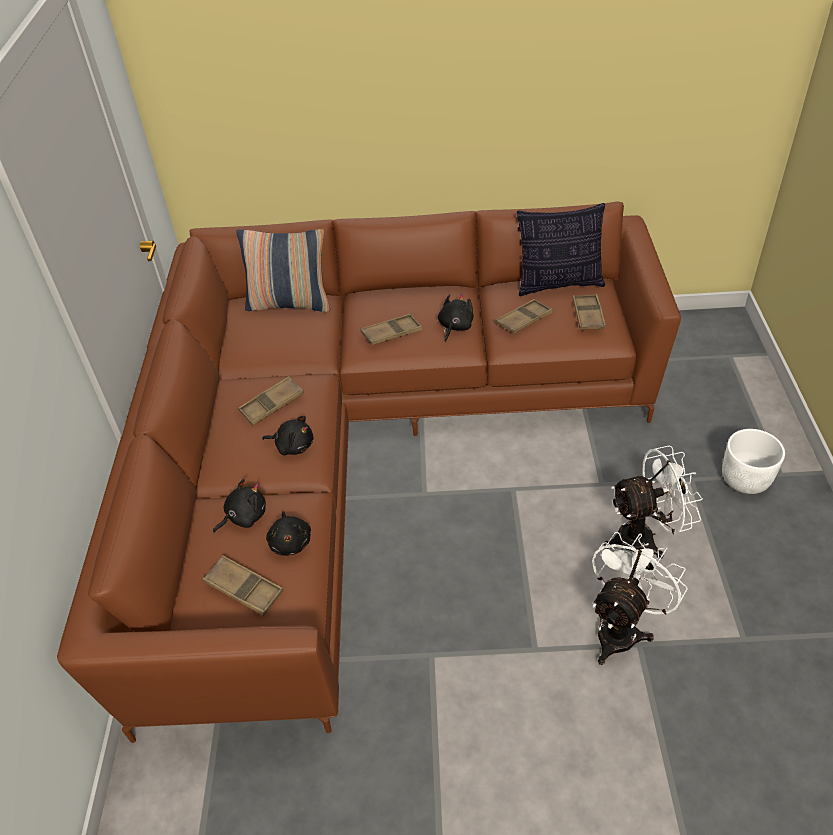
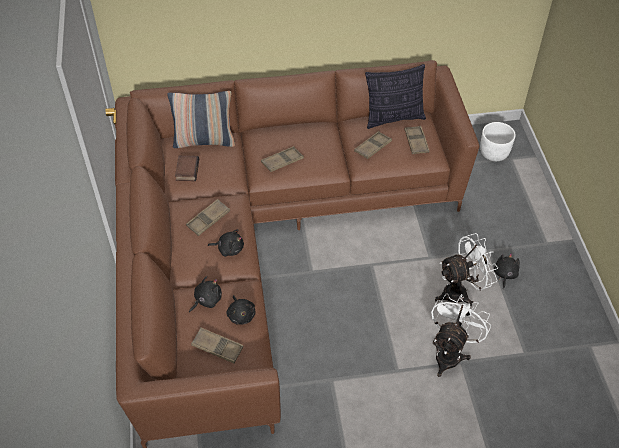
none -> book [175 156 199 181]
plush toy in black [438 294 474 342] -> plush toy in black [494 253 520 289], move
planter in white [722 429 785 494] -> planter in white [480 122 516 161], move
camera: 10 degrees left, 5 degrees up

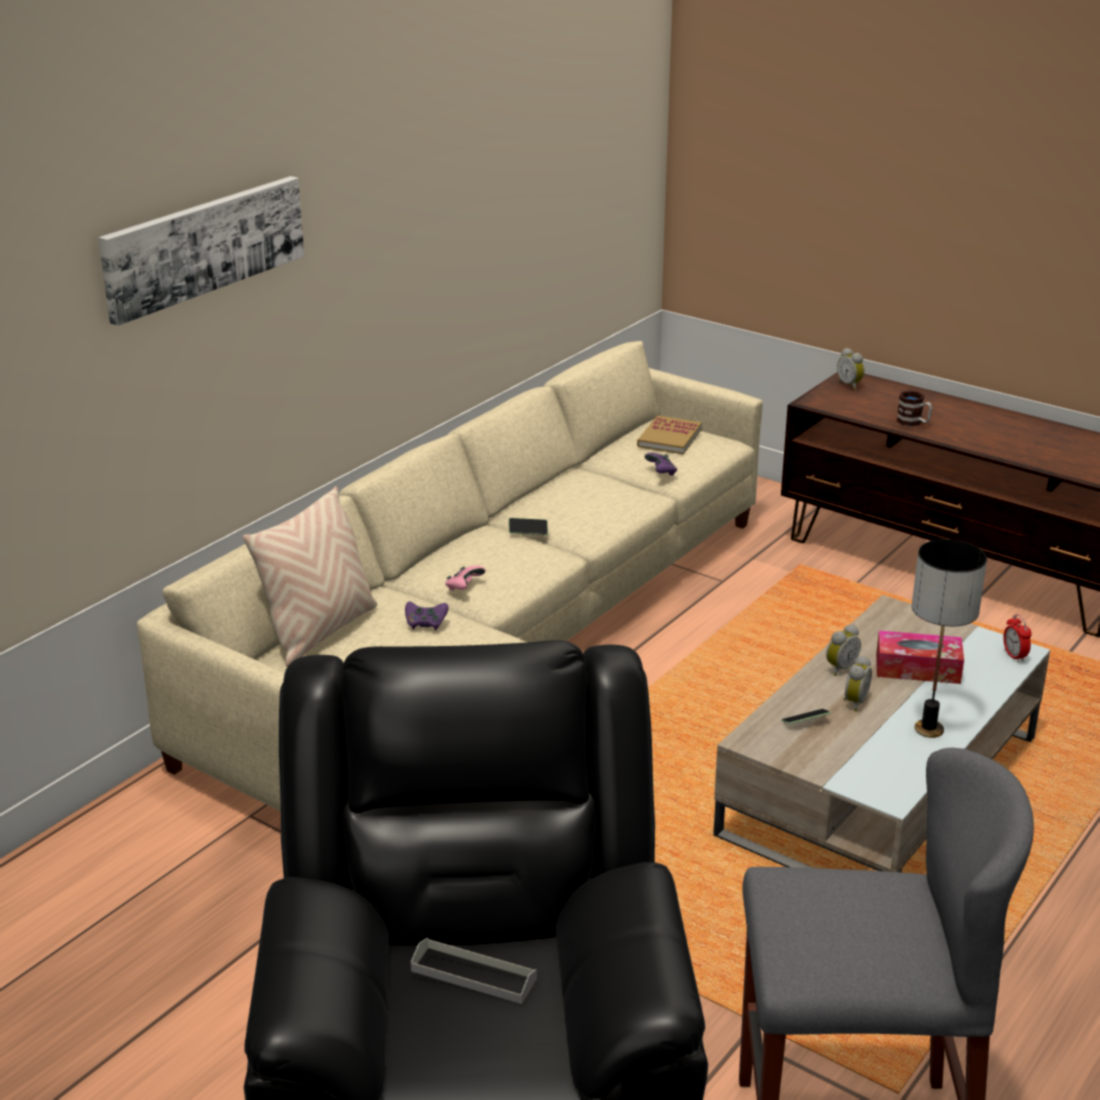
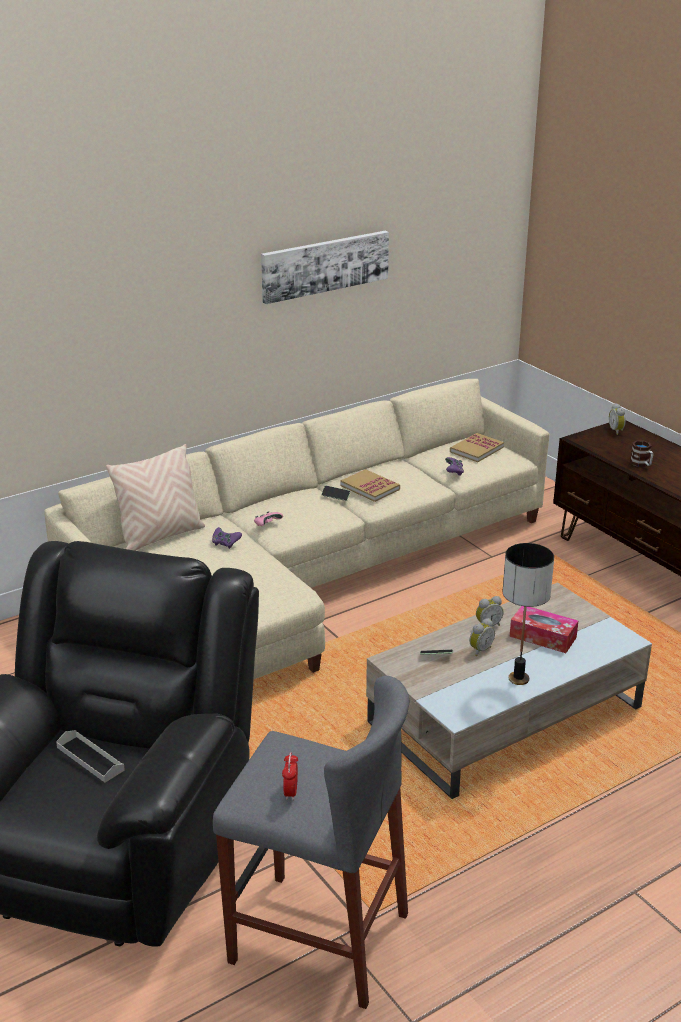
none -> book [341 469 400 502]
picture [98 176 304 326] -> picture [261 231 389 304], move
alarm clock [1003 614 1032 663] -> alarm clock [282 752 298 800], move
camera: 20 degrees right, 0 degrees up

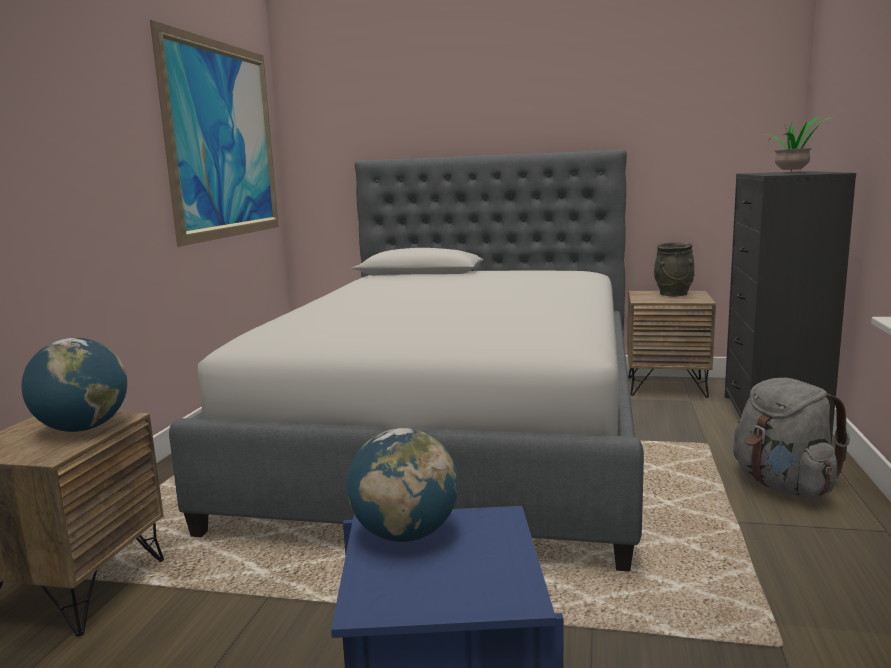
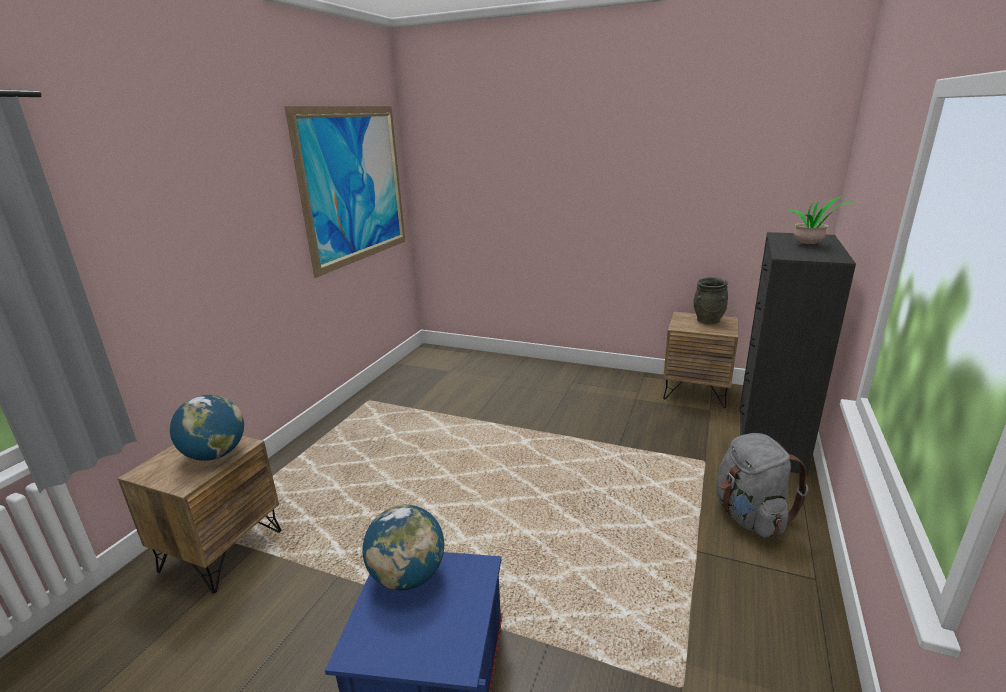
bed [169 149 644 572] -> none
camera: 10 degrees right, 10 degrees up

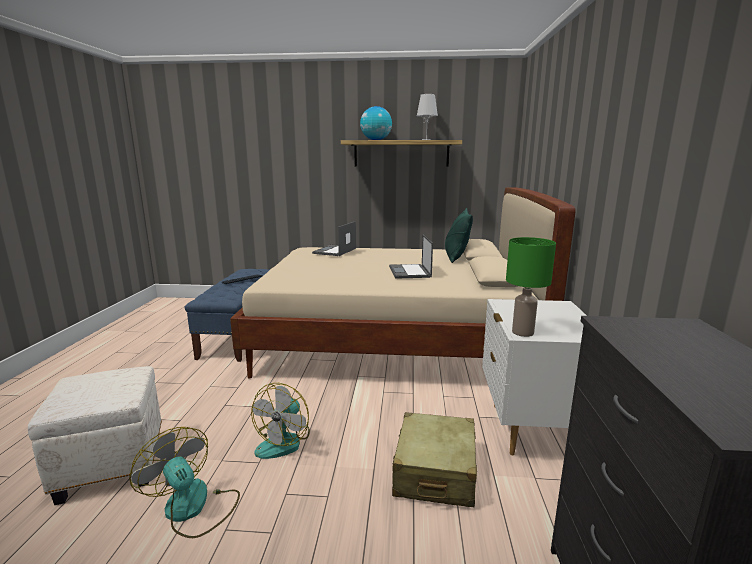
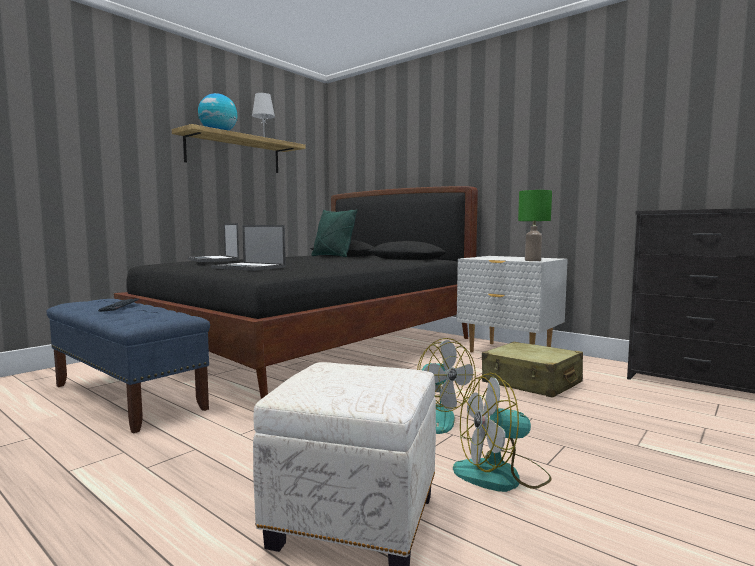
laptop [389 235 433 279] -> laptop [211 225 286 271], move
bed in beige [230 188 575 378] -> bed in black [114 186 478 399]
camera: 55 degrees left, 10 degrees down

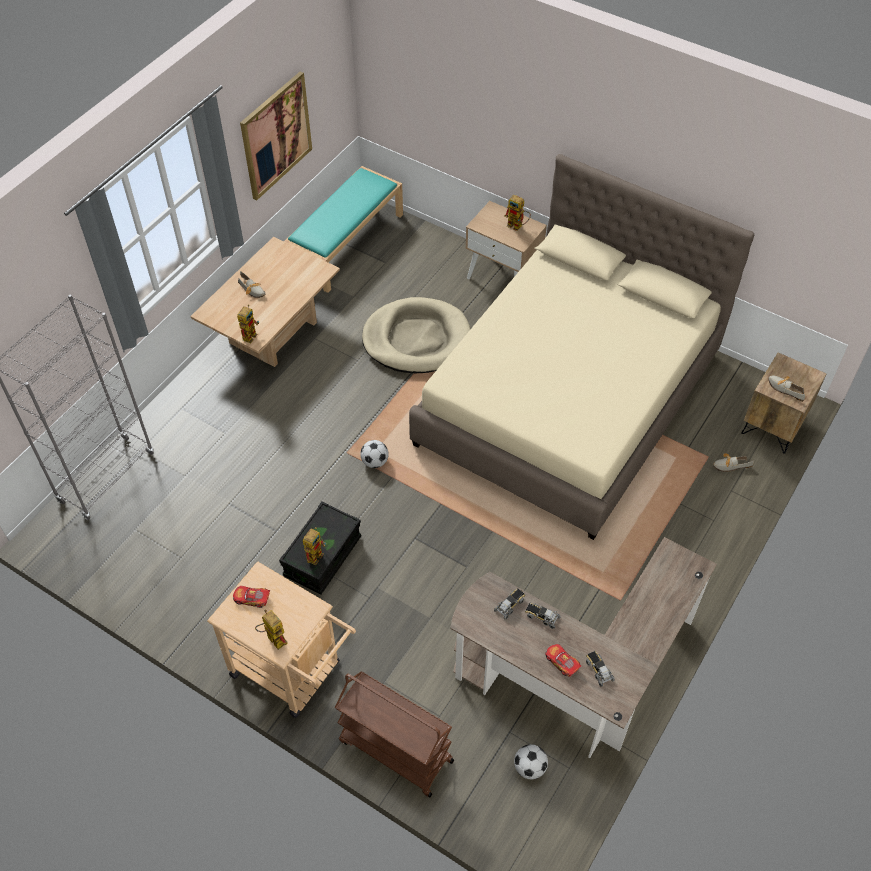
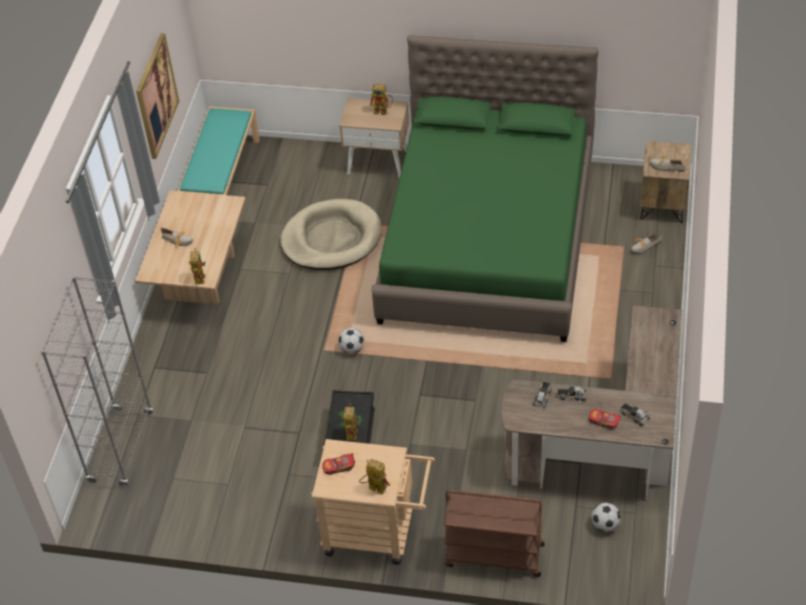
bed in beige [409 154 754 540] -> bed in green [372 35 598 342]
camera: 20 degrees left, 5 degrees down

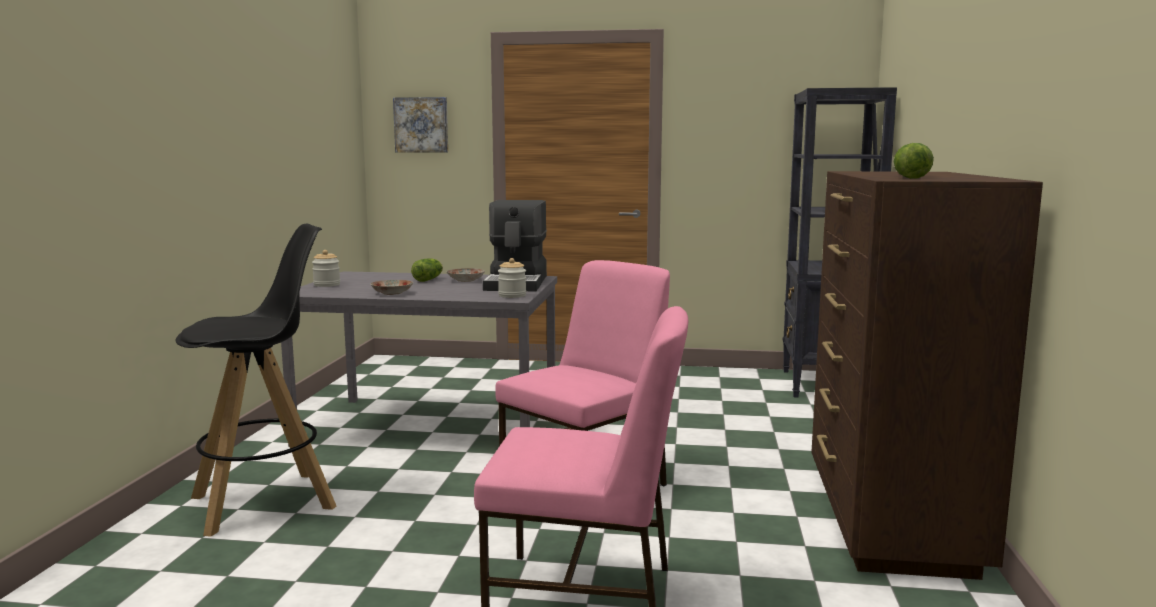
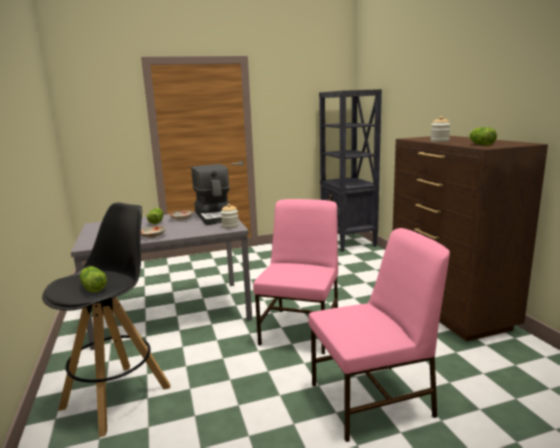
picture [393 97 448 153] -> none
none -> lettuce [80 266 107 293]
jar [312 250 340 287] -> jar [430 116 451 142], move
camera: 25 degrees left, 5 degrees up

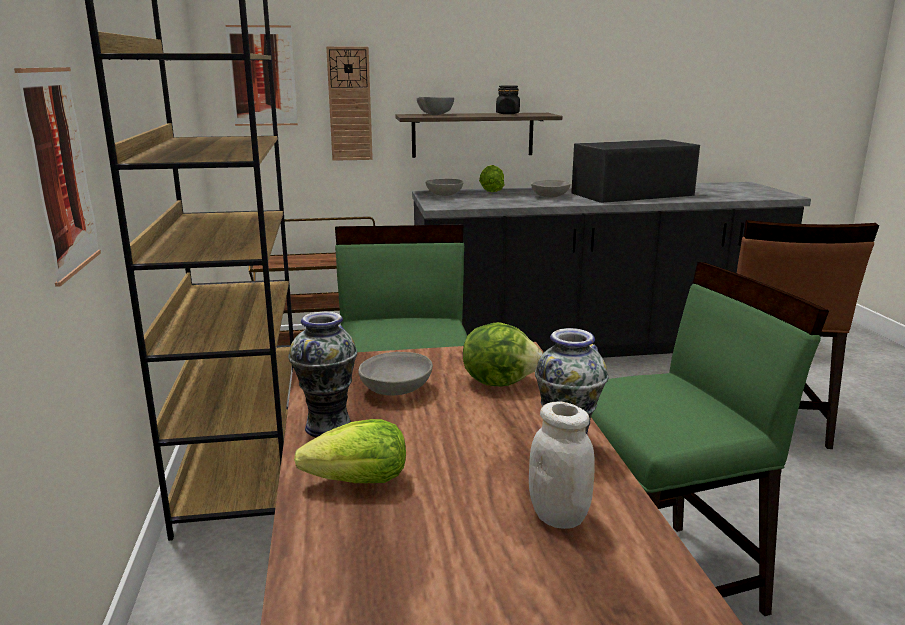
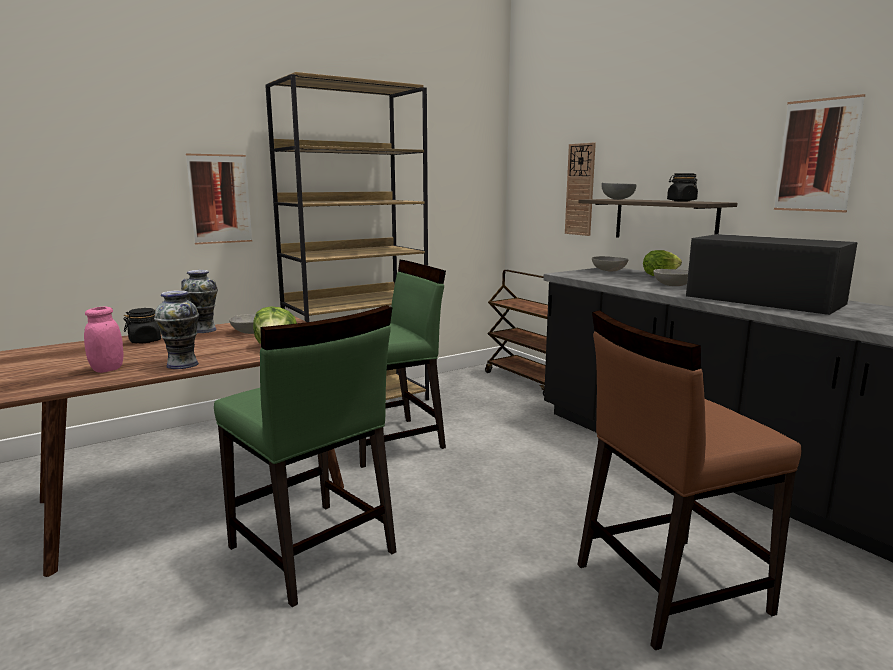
picture [226 25 298 126] -> picture [774 94 865 212], move
lettuce [294 419 406 483] -> jar in black [124 308 161 343]
jar in white [529 401 594 529] -> jar in pink [84 307 124 373]
camera: 65 degrees right, 5 degrees down

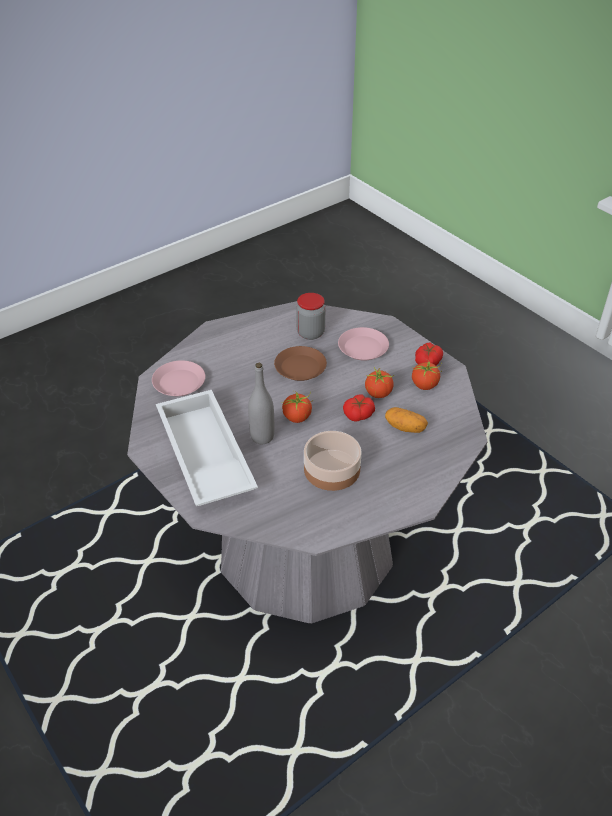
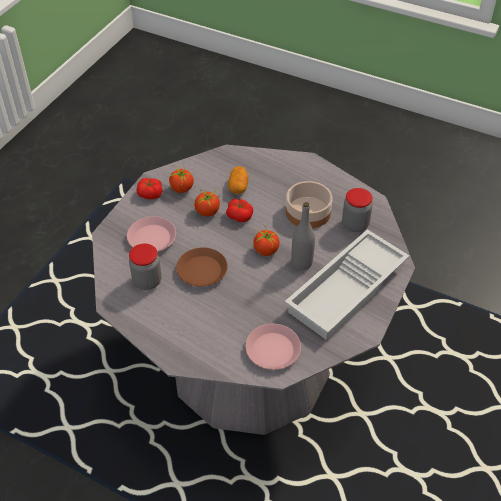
none -> jar [342 188 373 232]
camera: 115 degrees left, 5 degrees up

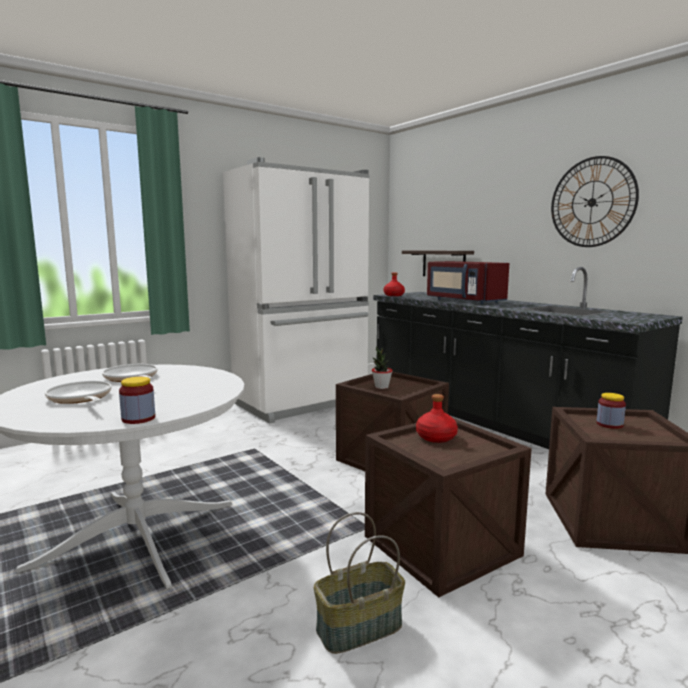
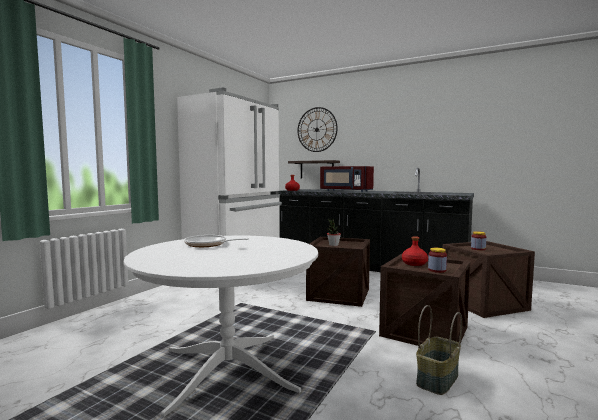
frying pan [45 381 112 404] -> none
jar [119 377 155 424] -> jar [428 248 447 273], move
wall clock [551 156 639 247] -> wall clock [298 107 338 152], move
camera: 25 degrees left, 5 degrees down

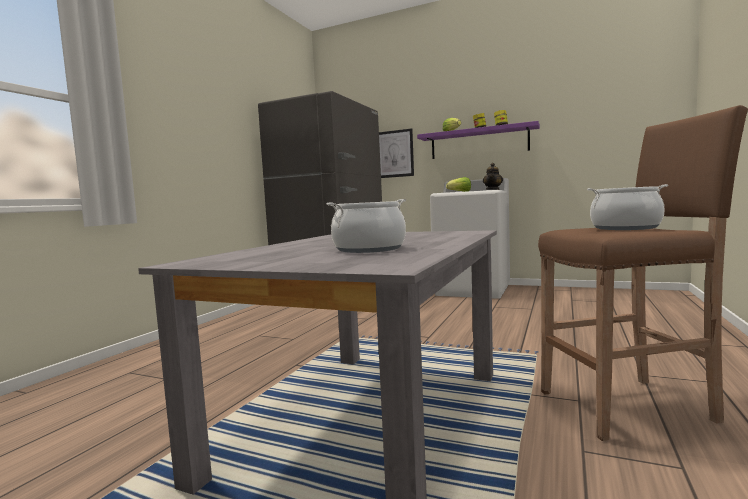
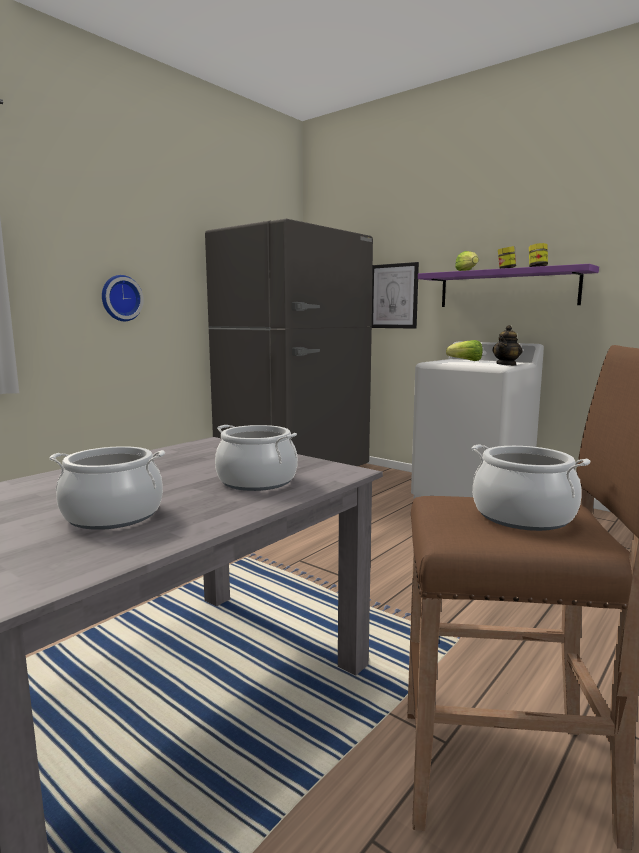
none -> wall clock [102 275 144 321]
none -> cooking pot [215 425 298 491]
camera: 15 degrees right, 5 degrees up

